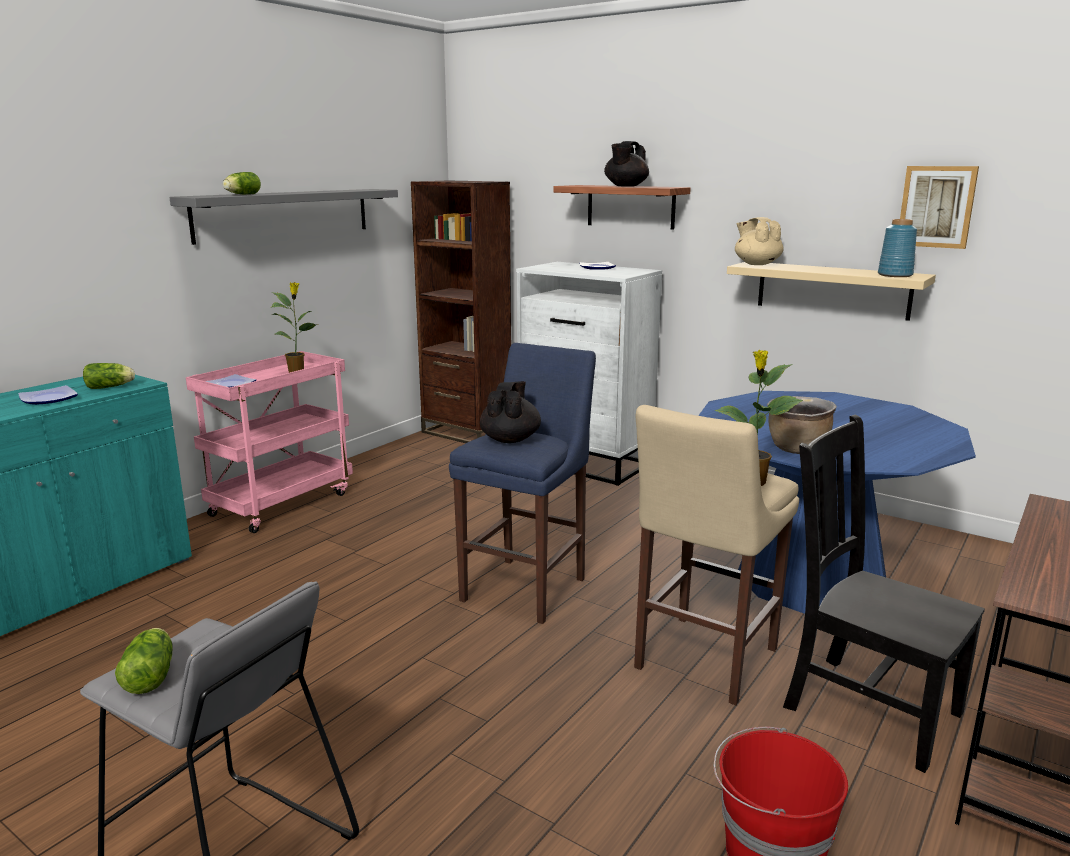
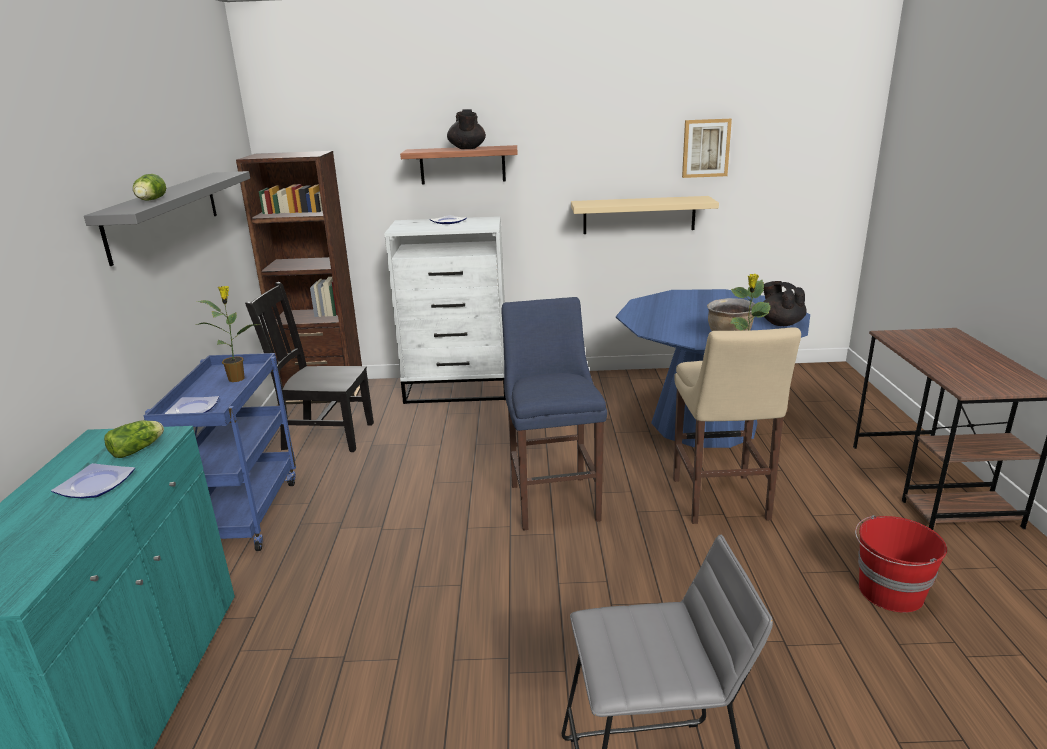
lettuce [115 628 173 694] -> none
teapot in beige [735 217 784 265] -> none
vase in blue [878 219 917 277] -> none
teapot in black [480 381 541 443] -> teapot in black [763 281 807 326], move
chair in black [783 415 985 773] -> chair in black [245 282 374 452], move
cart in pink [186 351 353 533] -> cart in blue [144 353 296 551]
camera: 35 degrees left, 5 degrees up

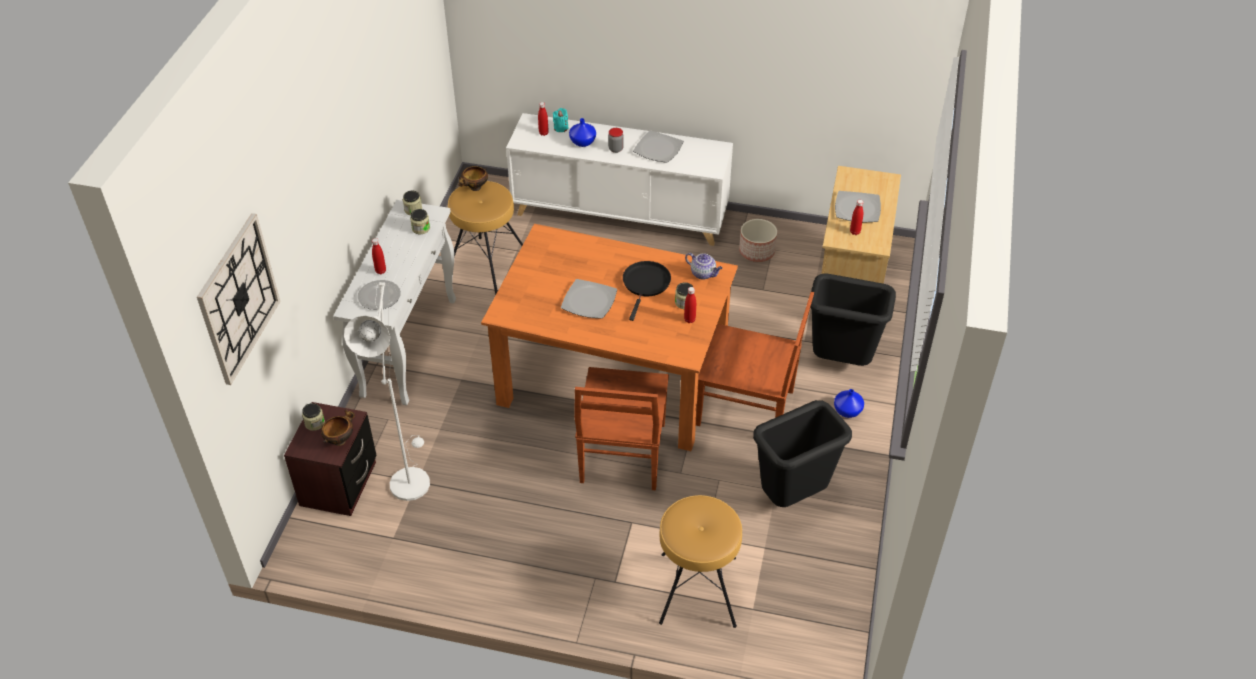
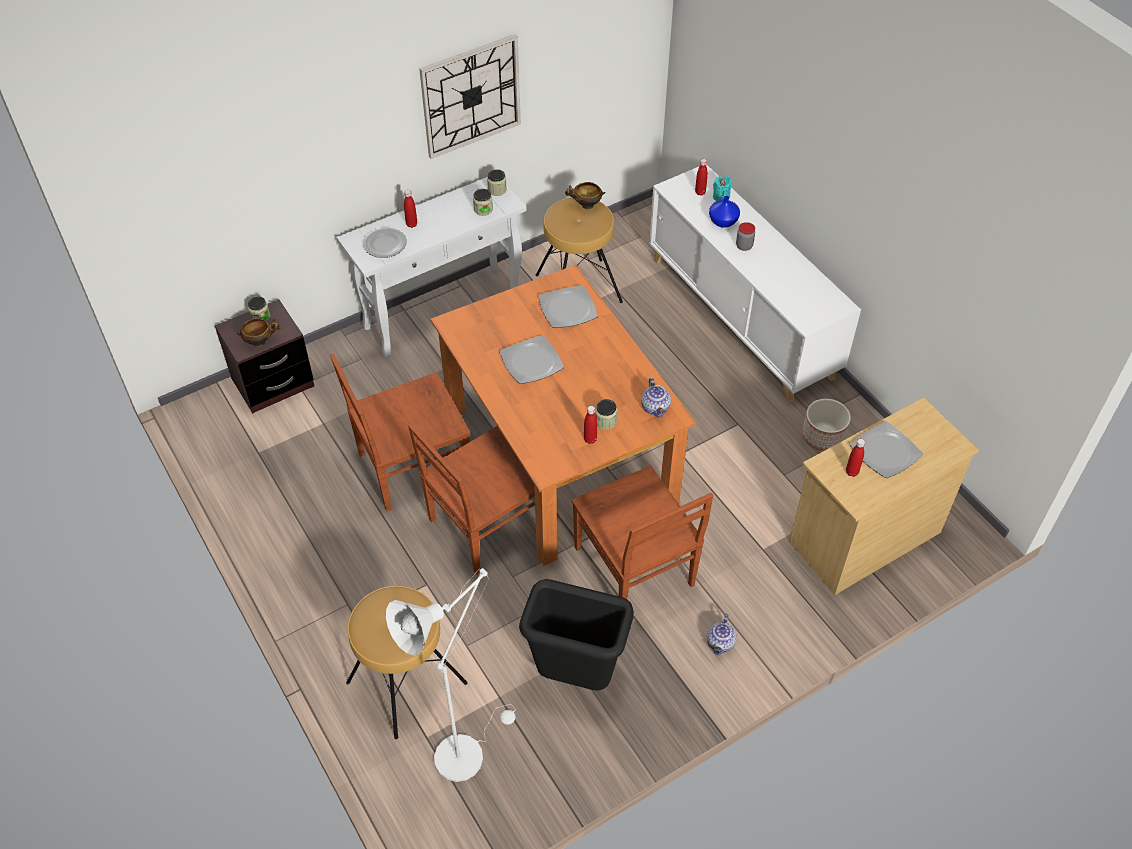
frying pan in black [623 261 671 321] -> none
trash can in black [810 273 896 366] -> none
none -> chair in brown [330 354 470 511]
wall clock [197 213 280 385] -> wall clock [419 34 521 159], move
floor lamp in white [344 282 430 501] -> floor lamp in white [386 568 516 782], move
plate [633 130 684 163] -> plate [539 285 598 328], move
vase in blue [834 389 864 418] -> teapot [707 614 737 655]
camera: 45 degrees right, 5 degrees up

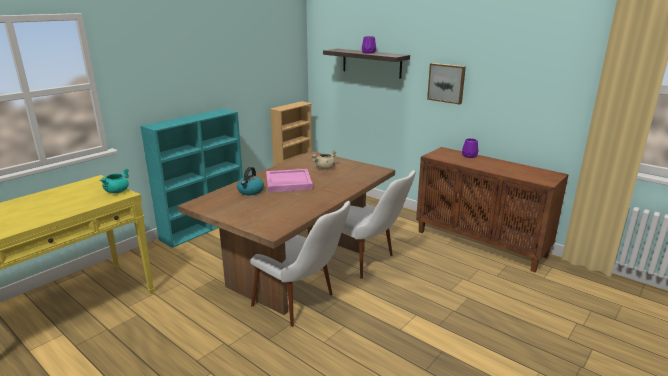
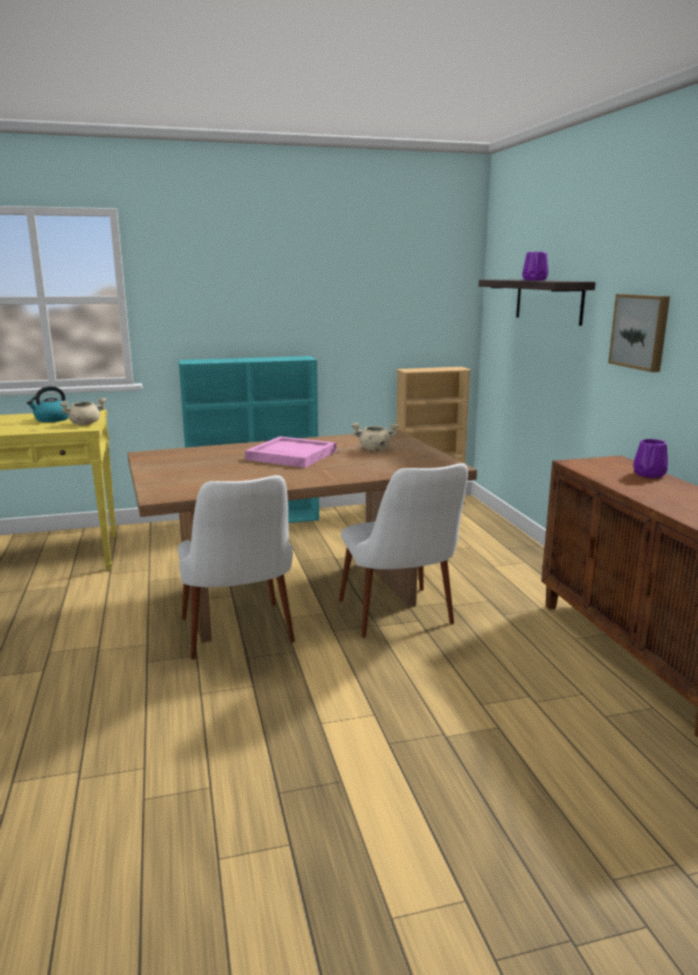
kettle [237 167 264 195] -> kettle [27 386 70 422], move
cooking pot in turquoise [100 168 129 193] -> cooking pot in beige [60 398 106 425]
camera: 35 degrees right, 5 degrees down

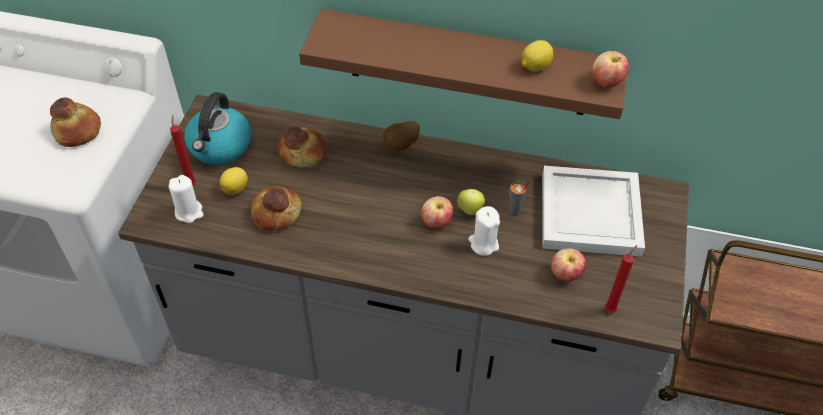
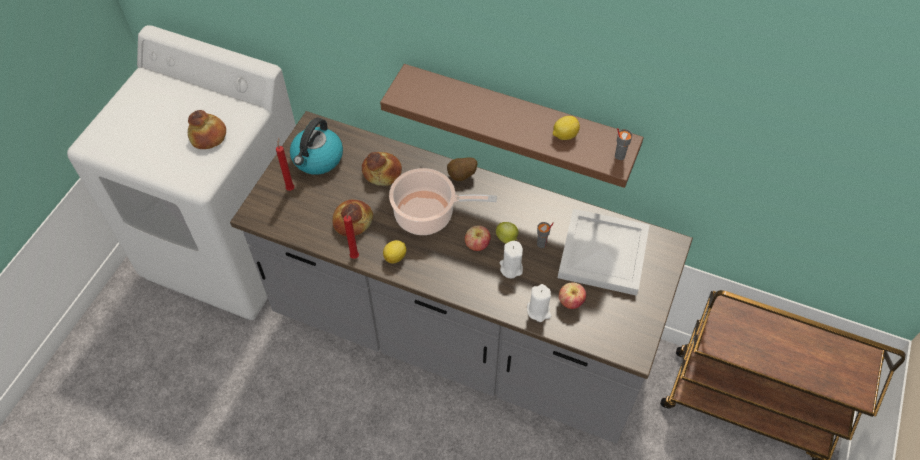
none -> cooking pot [389 168 497 235]
candle in white [169 175 203 223] -> candle in white [527 284 552 322], move
lemon [220 167 248 195] -> lemon [383 240 406 263], move
candle in red [605 245 638 313] -> candle in red [343 209 359 259], move
apple [592 51 629 88] -> cup in grey [615 128 632 160]
camera: 10 degrees right, 5 degrees up

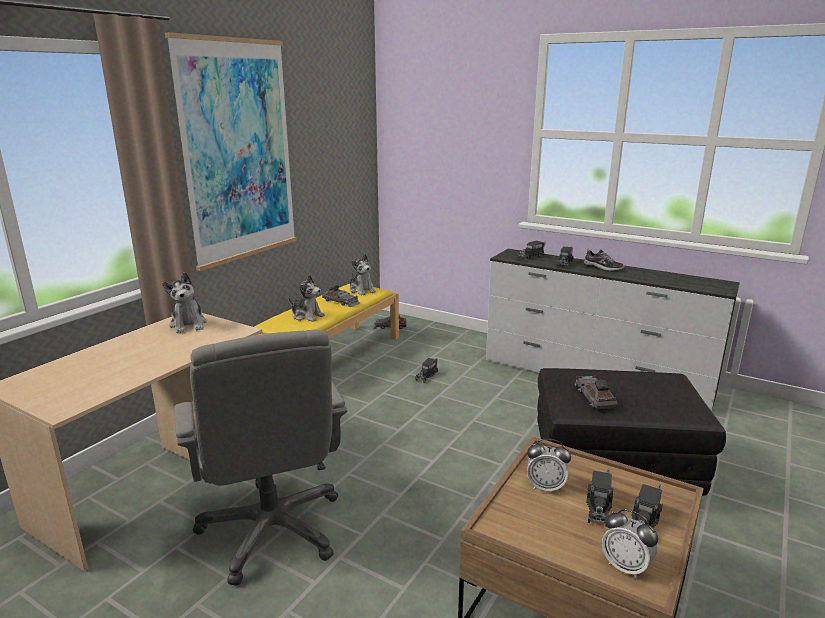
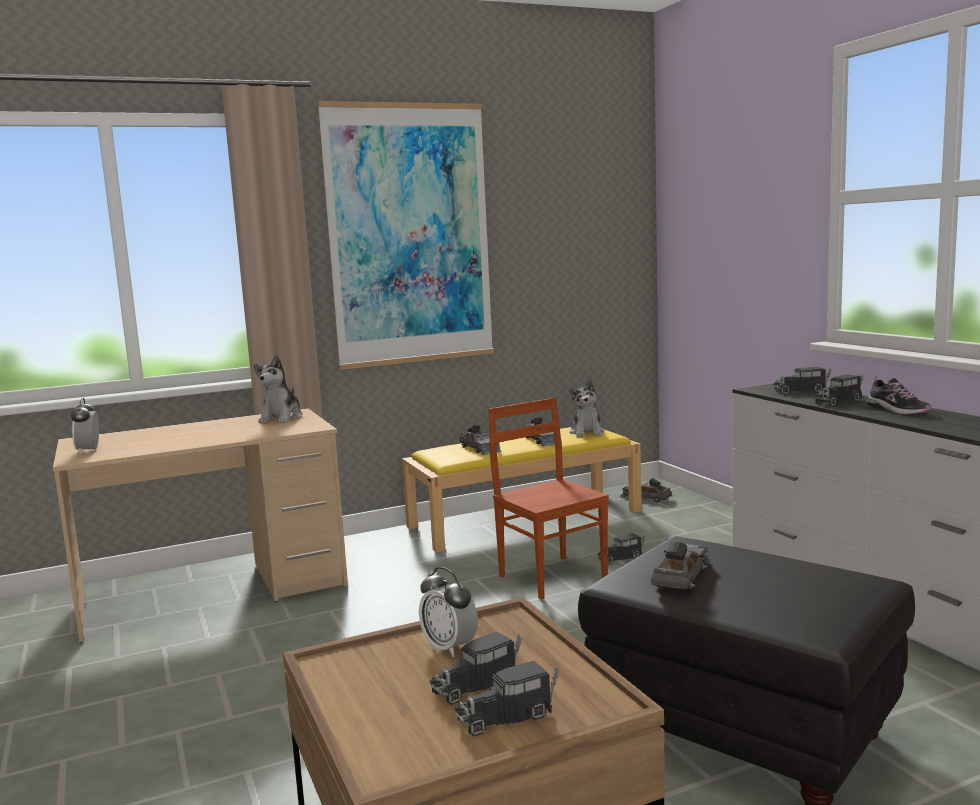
office chair in grey [174 330 347 586] -> none
none -> chair in brown [488 398 609 599]
alarm clock [602 509 658 579] -> alarm clock [71 398 99 454], move
plush toy [288 275 325 322] -> toy car in grey [459 425 501 455]
camera: 35 degrees right, 10 degrees down

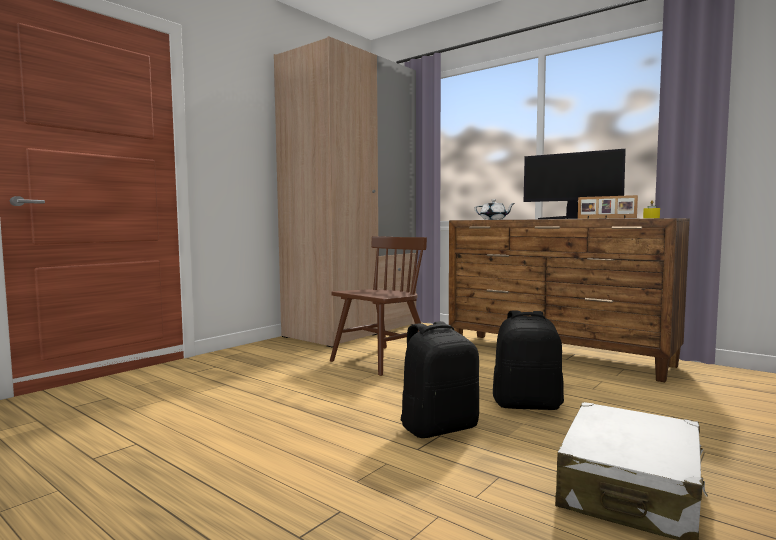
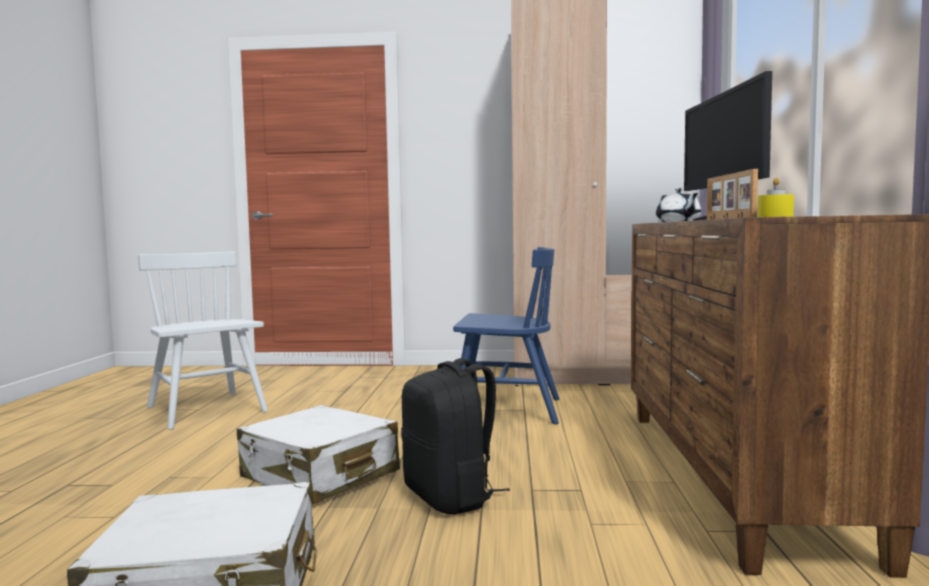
none -> chair in white [138 251 268 430]
backpack in black [401 321 479 438] -> suitcase in white [237 405 400 504]
chair in brown [330 236 427 376] -> chair in blue [453 247 559 424]
camera: 55 degrees right, 0 degrees up

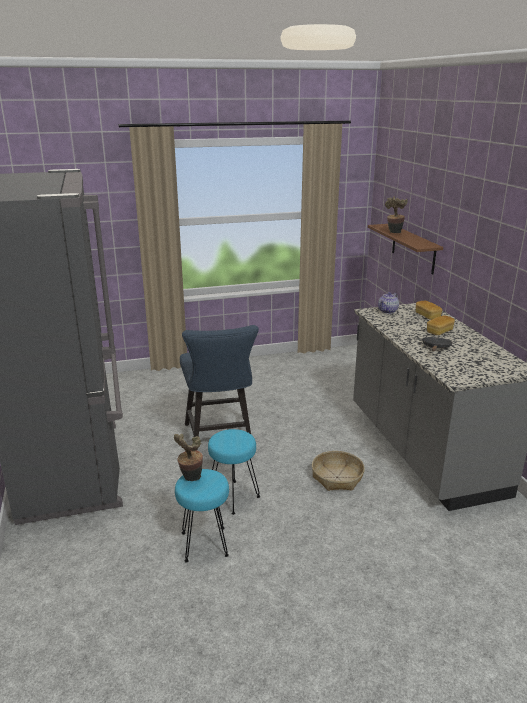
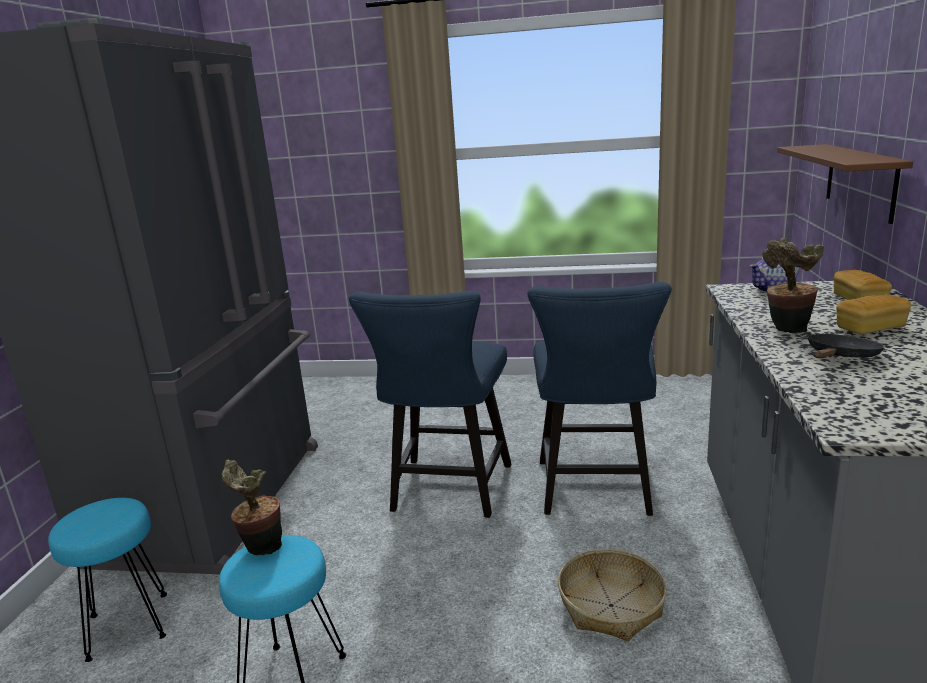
none -> chair in blue [527 282 672 516]
stool in turquoise [208 429 260 515] -> stool in turquoise [48 498 167 662], move
potted plant [385 197 408 233] -> potted plant [762 237 824 333], move
camera: 25 degrees right, 5 degrees down

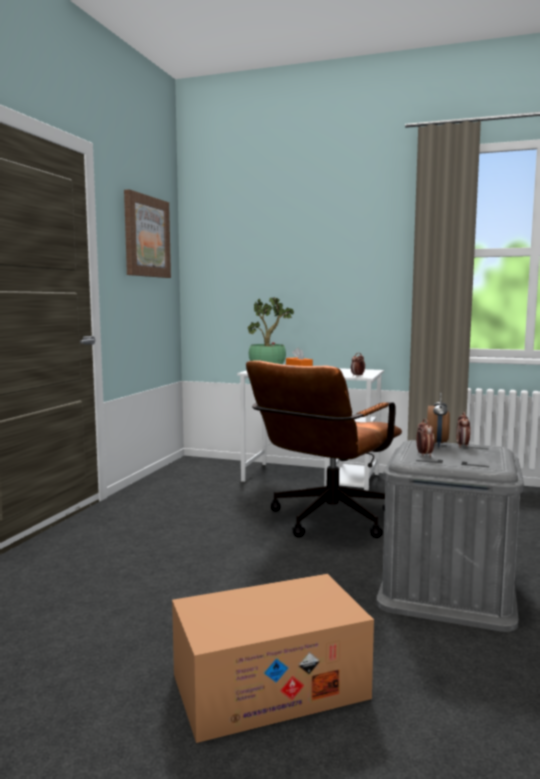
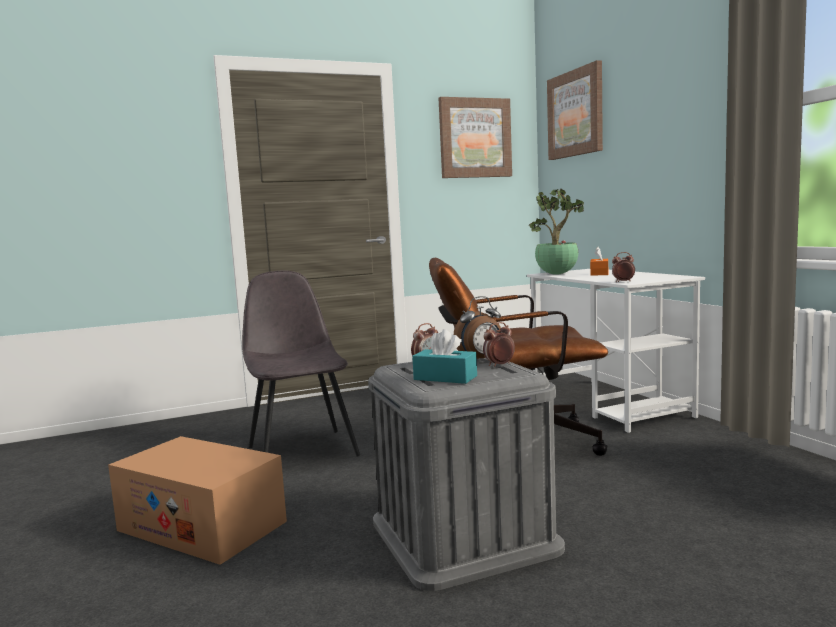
none -> chair in grey [242 271 360 457]
none -> tissue box in turquoise [412 329 477 384]
none -> picture [547 60 603 160]
camera: 50 degrees right, 0 degrees up

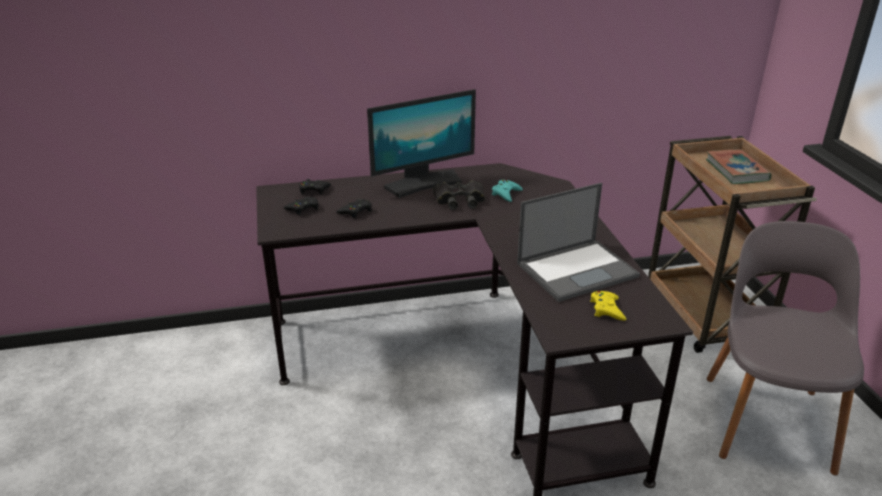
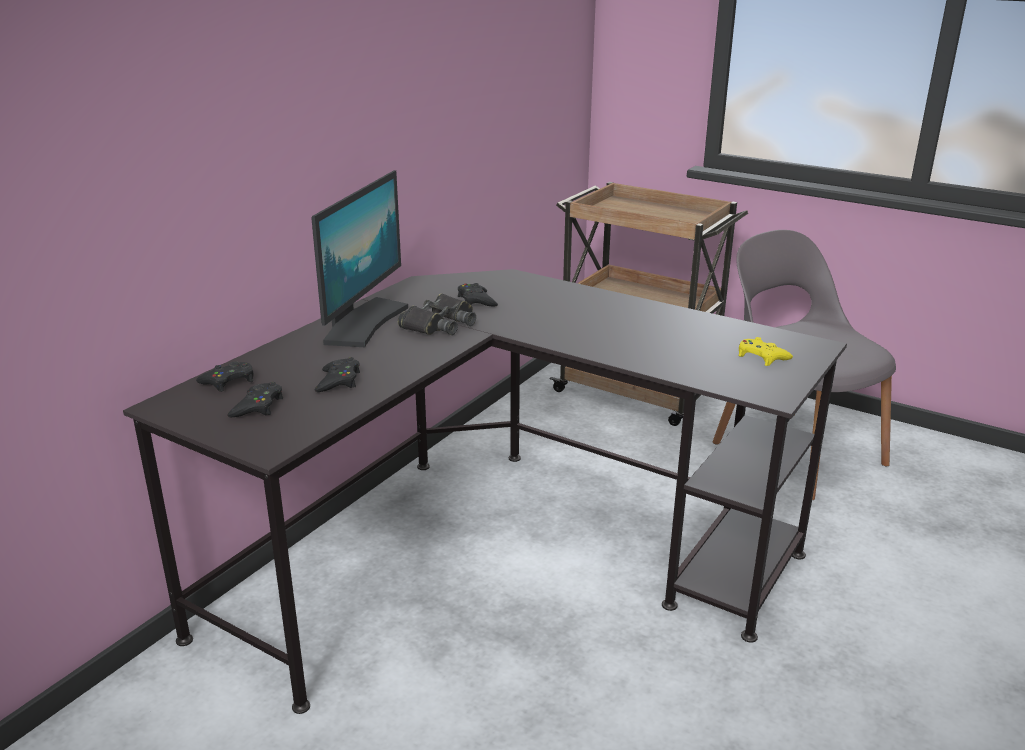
laptop [517 183 640 302] -> none
book [706 150 771 184] -> none
game controller in turquoise [492 180 523 202] -> game controller in black [458 283 498 306]
camera: 45 degrees left, 5 degrees down

